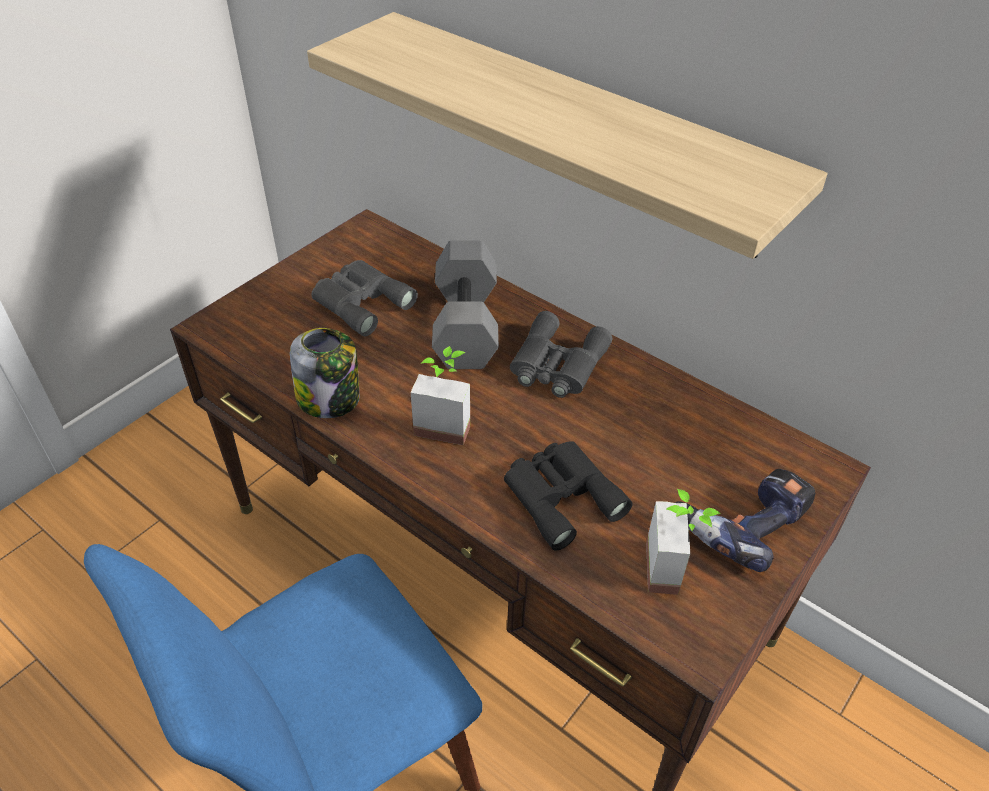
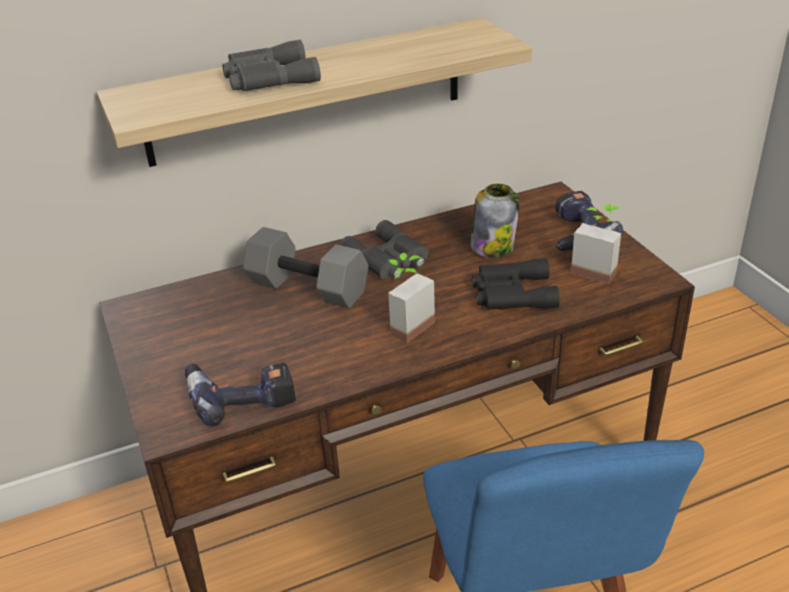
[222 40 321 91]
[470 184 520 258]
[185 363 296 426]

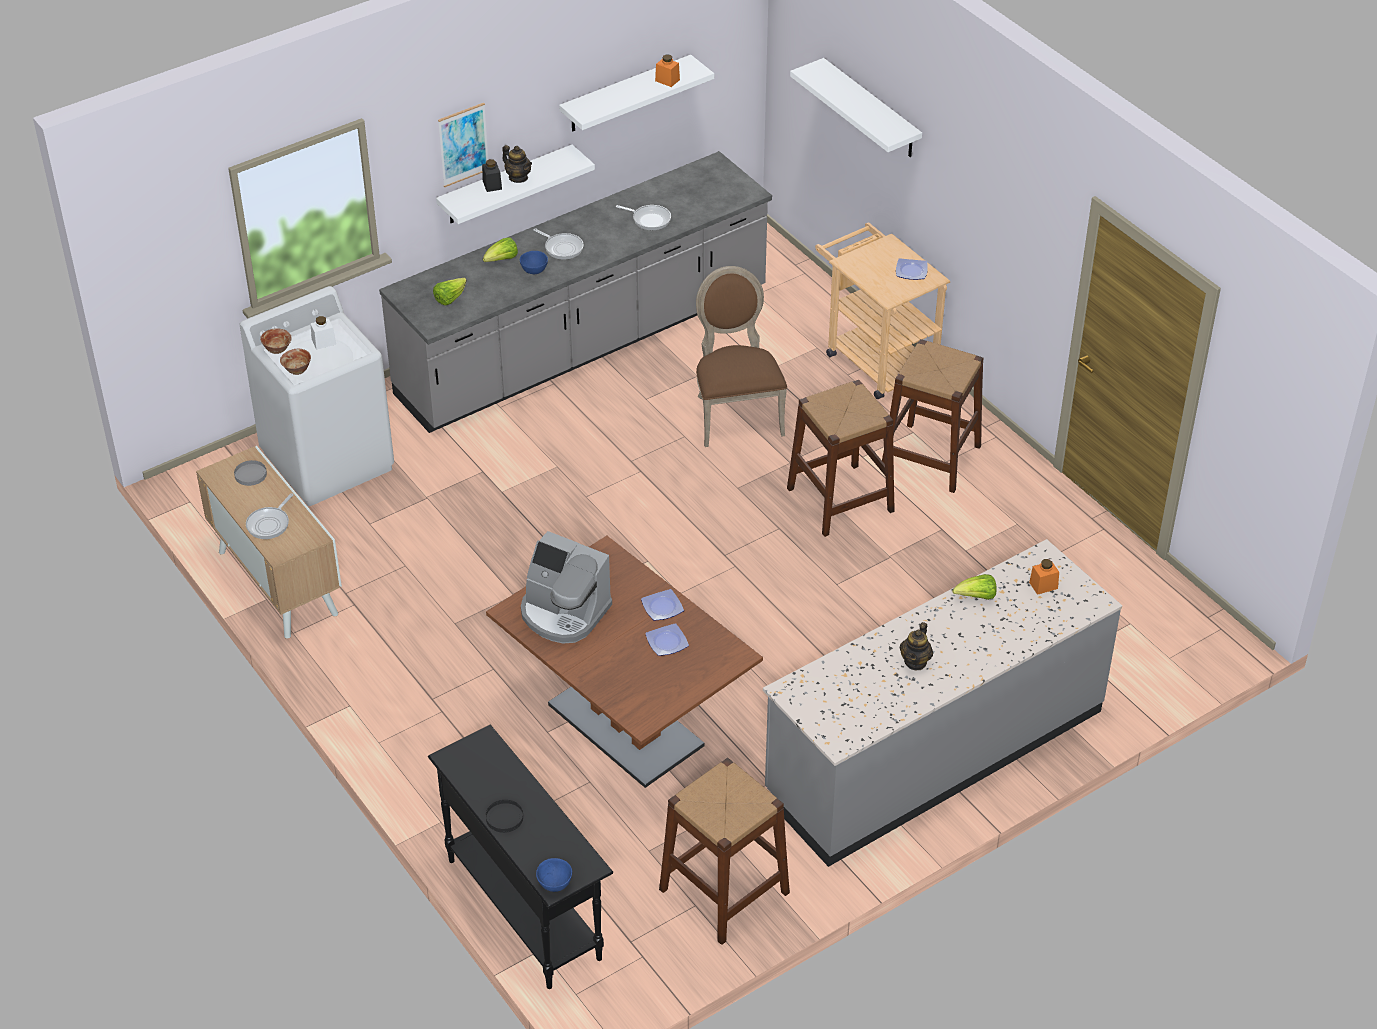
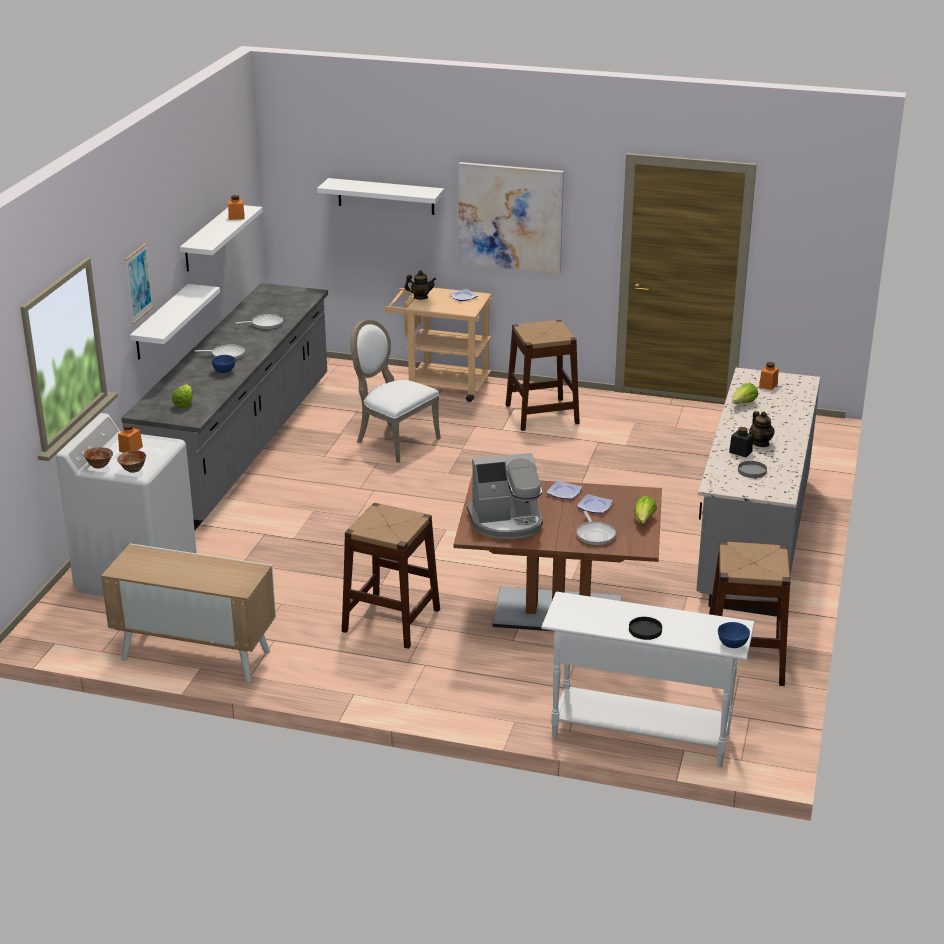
[404 270 436 300]
[729 427 753 457]
[634 496 657 524]
[350 319 441 463]
[118 424 143 453]
[342 503 440 649]
[738 461 767 478]
[577 511 616 545]
[541 592 755 767]
[458 162 564 274]

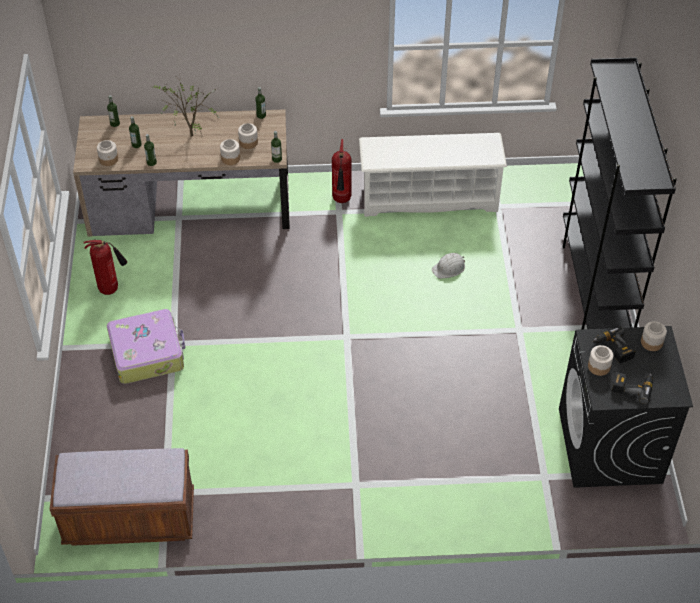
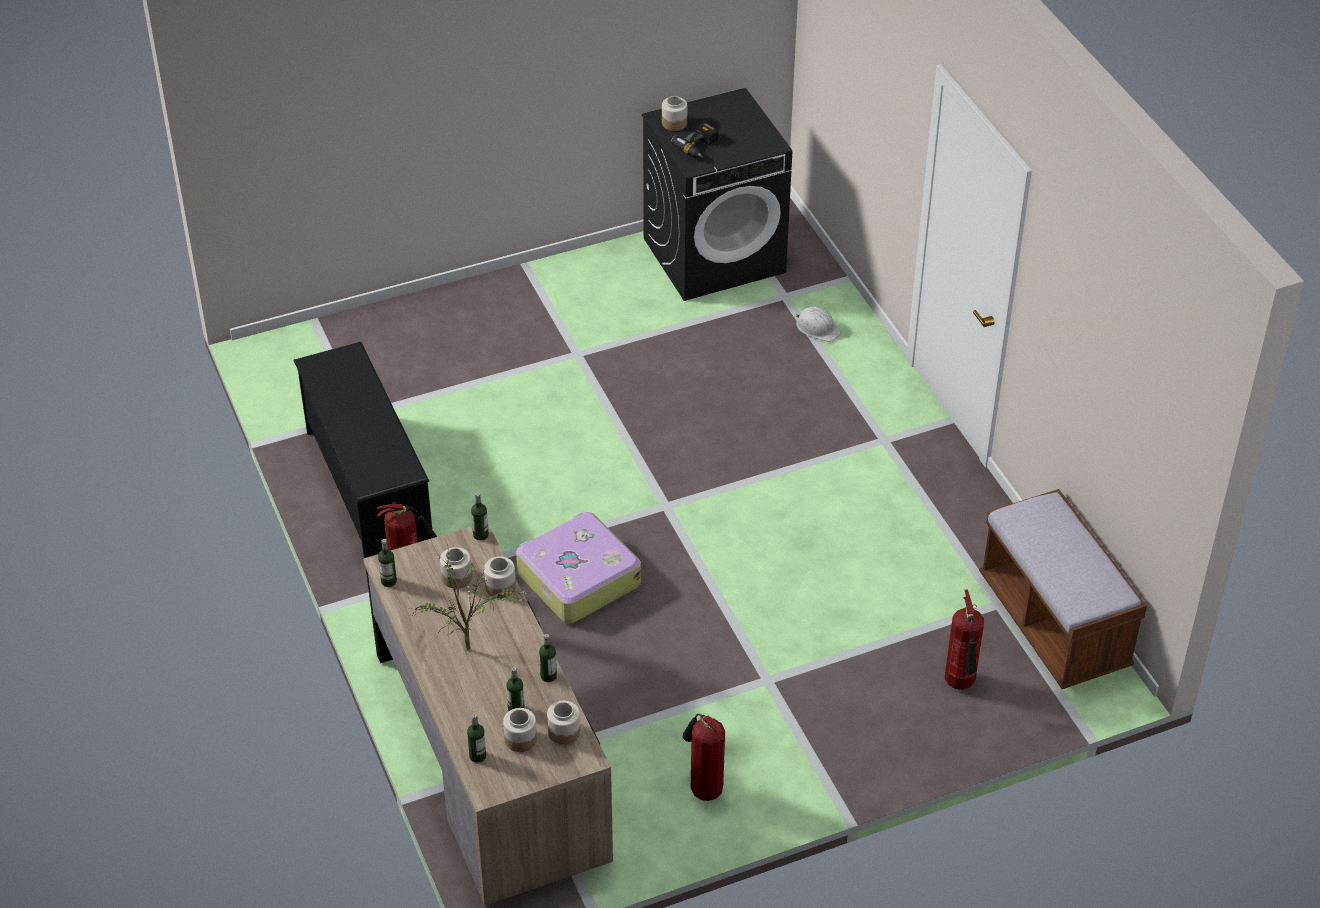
[562 57 677 329] (first image)
[293 342 432 558]
[796 306 841 342]
[516 512 641 624]
[503 708 537 752]
[612 372 653 404] (first image)
[945 590 984 690]

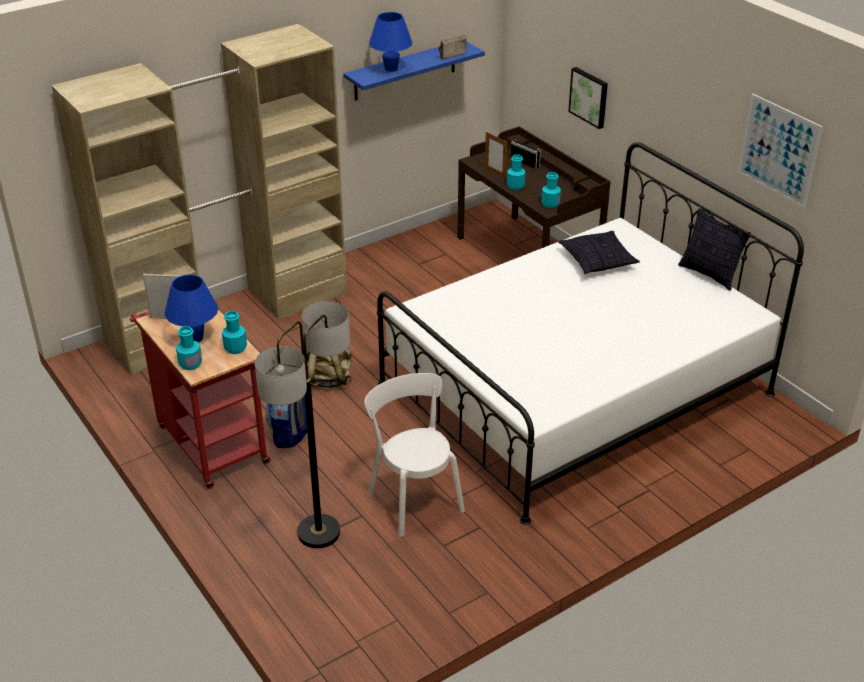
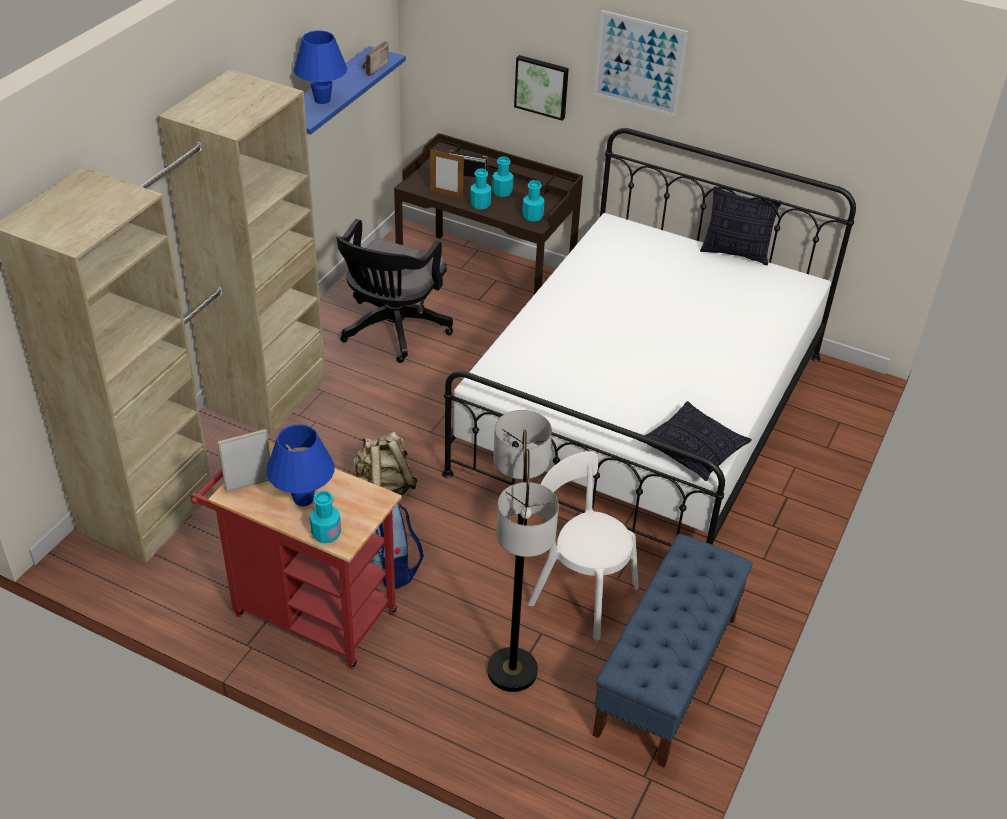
[594 10 688 117]
[641 401 752 481]
[492 156 514 197]
[336 219 453 363]
[593 534 753 767]

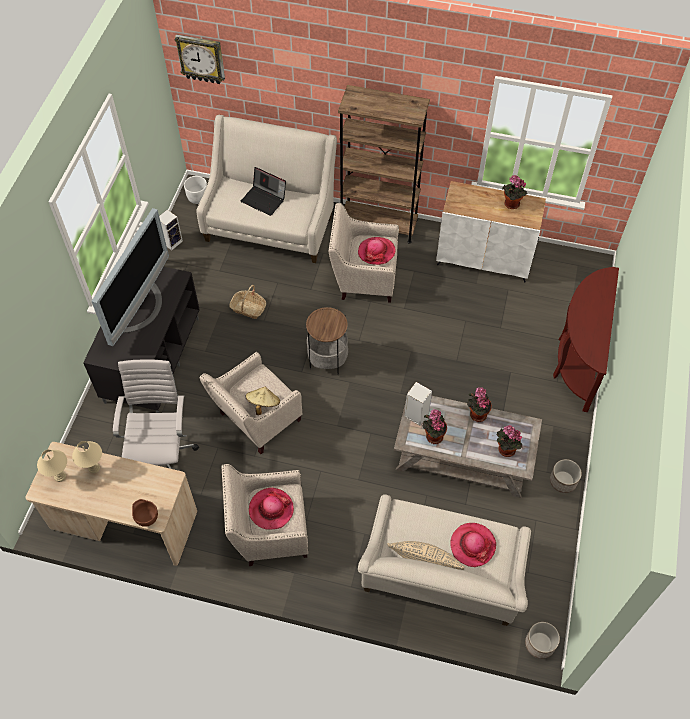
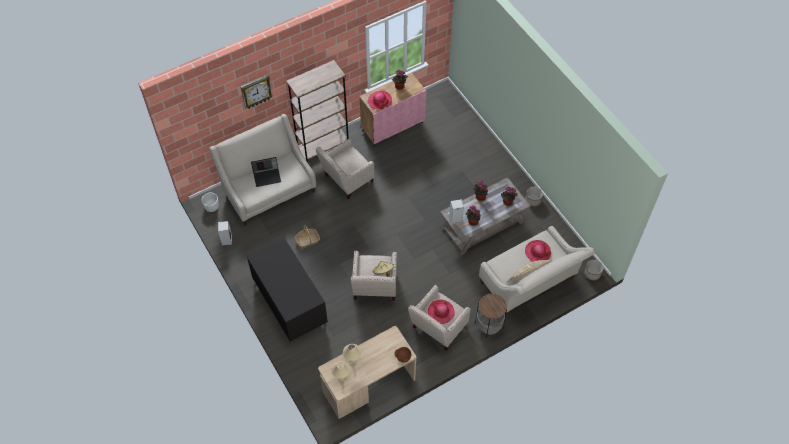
[240 74 273 109]
[360 73 426 147]
[91 208 169 346] (first image)
[368 91 392 109]
[553 267 619 413] (first image)
[475 293 507 339]
[113 360 199 469] (first image)

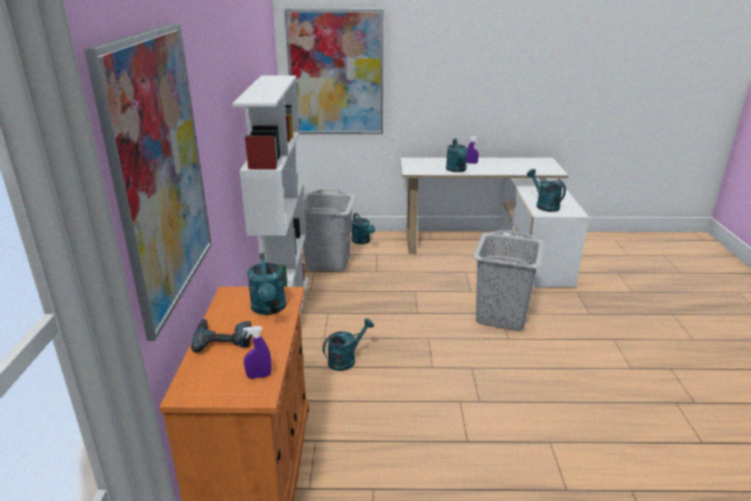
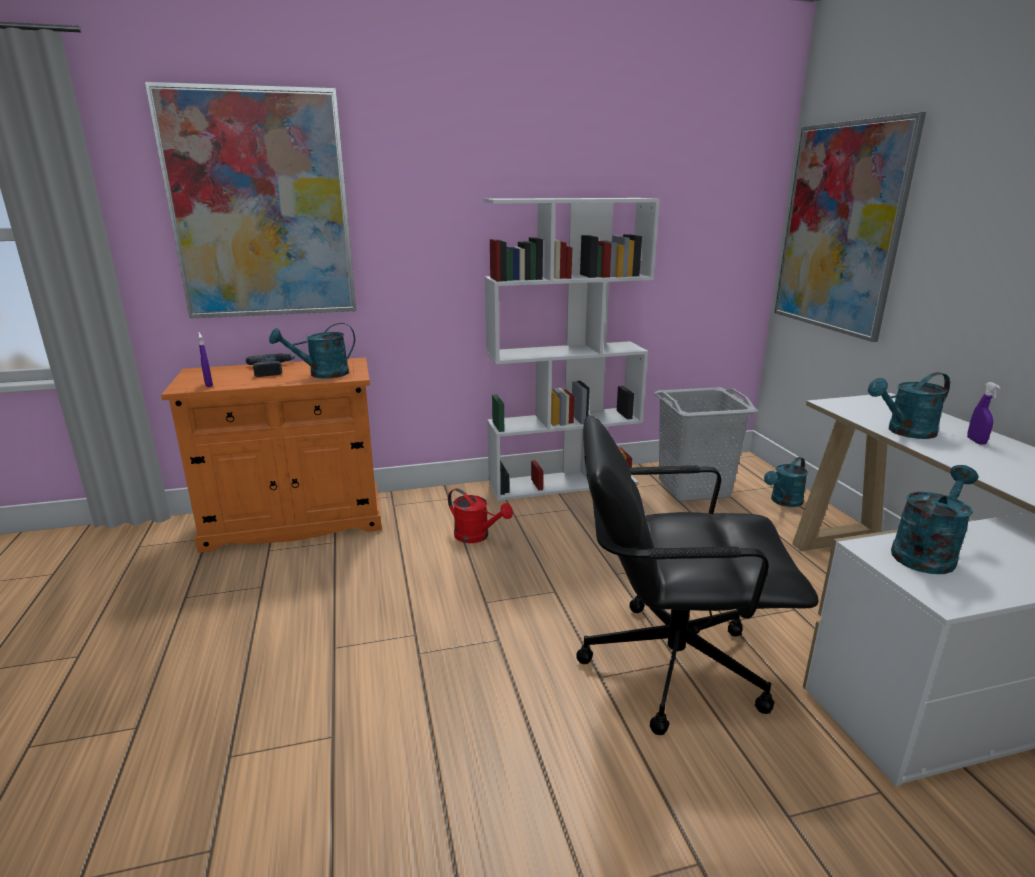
[576 415 819 735]
[448 488 513 543]

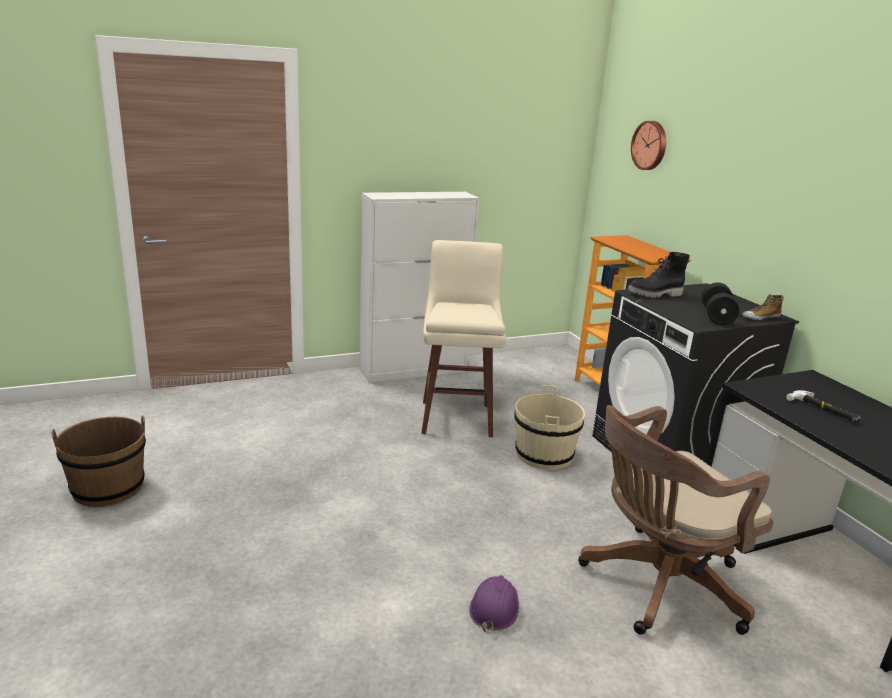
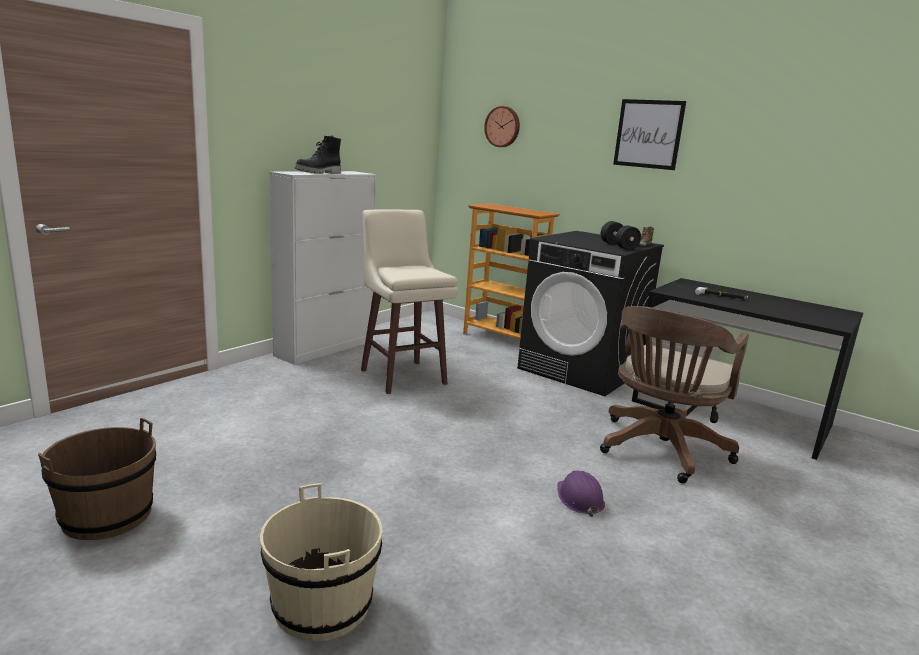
[295 135 341 174]
[260 483 383 641]
[613 99 686 170]

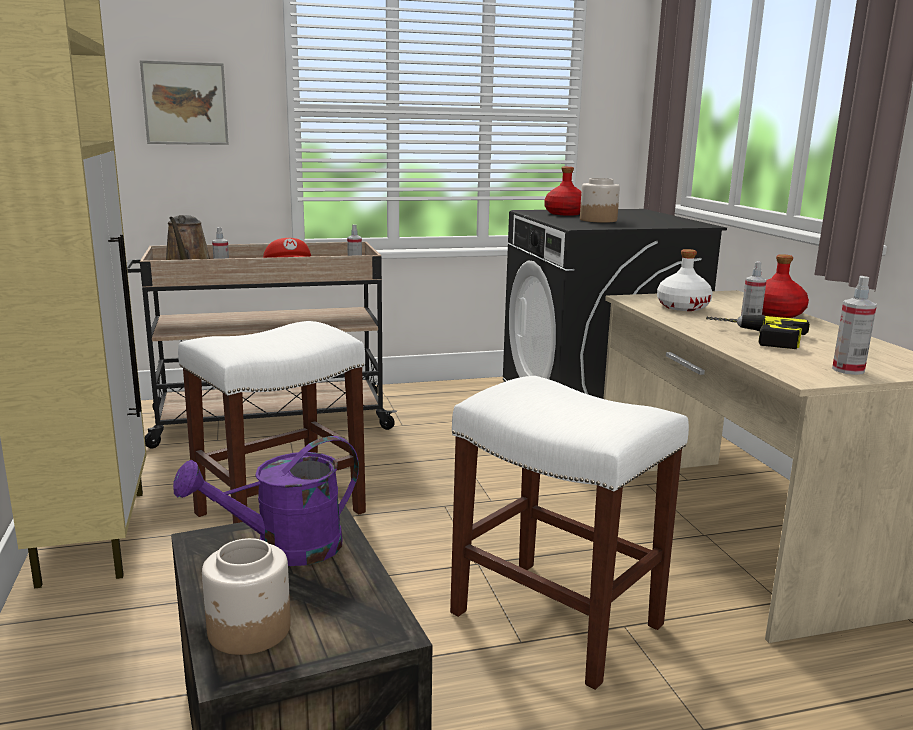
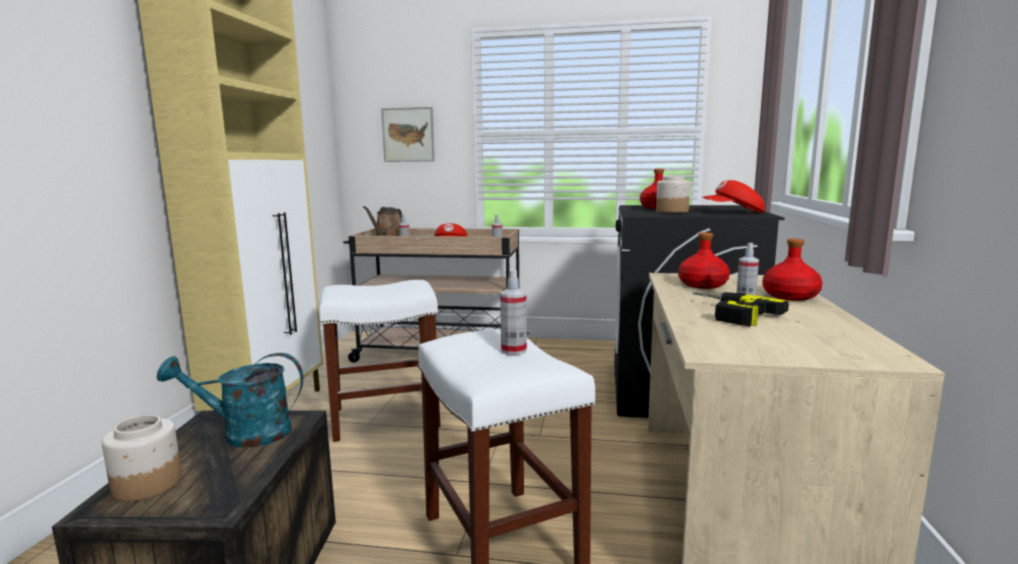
[678 232 730 289]
[500 269 527 355]
[157 353 303 448]
[703 180 765 213]

